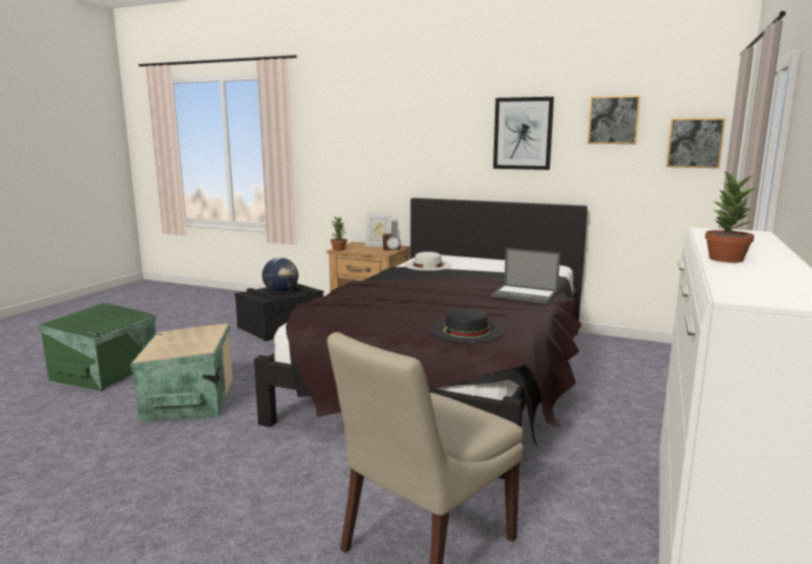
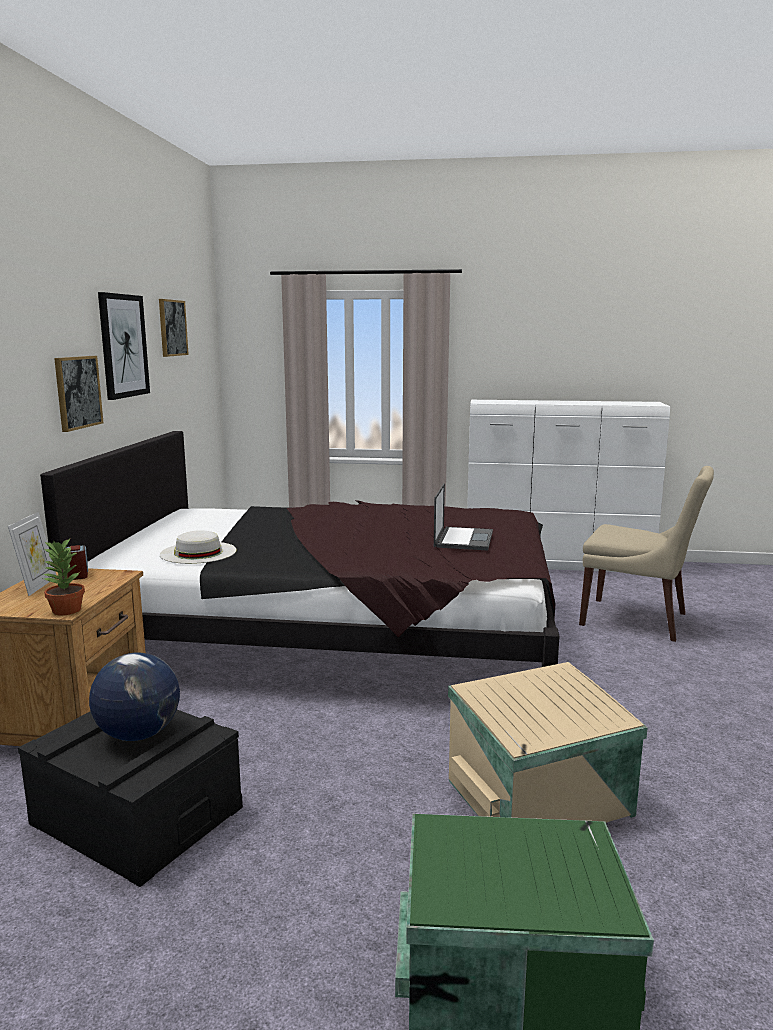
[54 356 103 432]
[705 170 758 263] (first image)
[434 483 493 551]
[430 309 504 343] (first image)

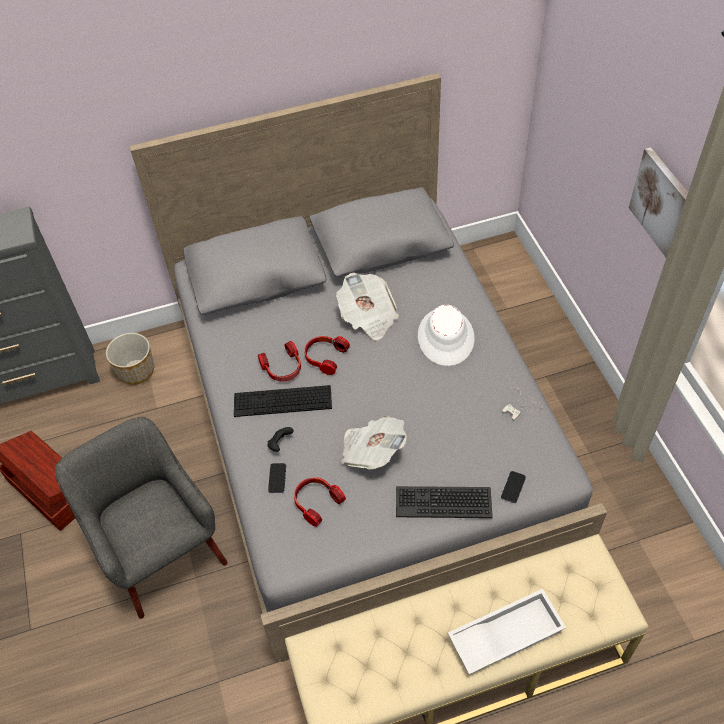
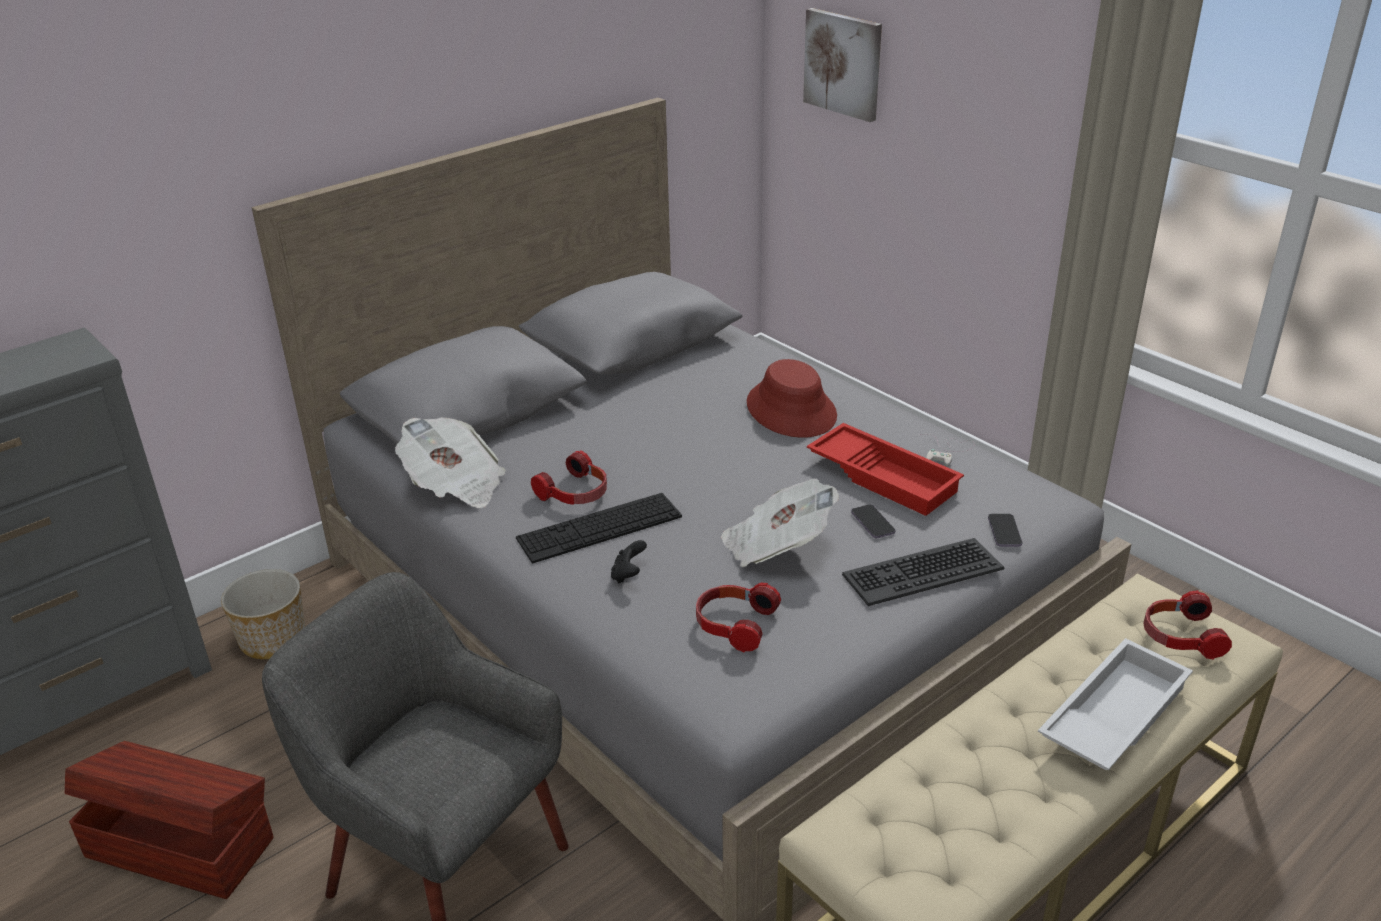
[803 8 882 122]
[395 417 506 508]
[747 359 837 438]
[1143 590 1232 660]
[851 504 896 538]
[807 423 964 516]

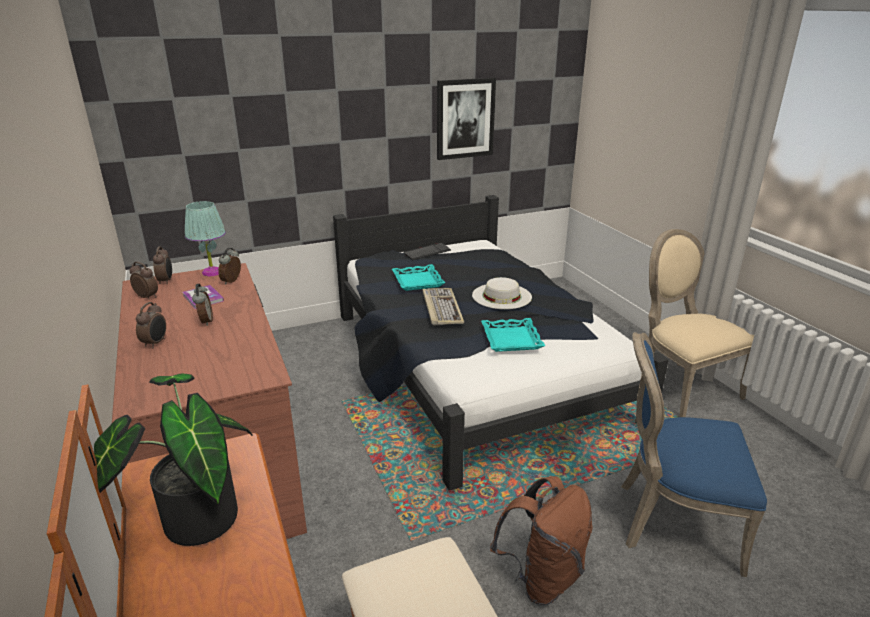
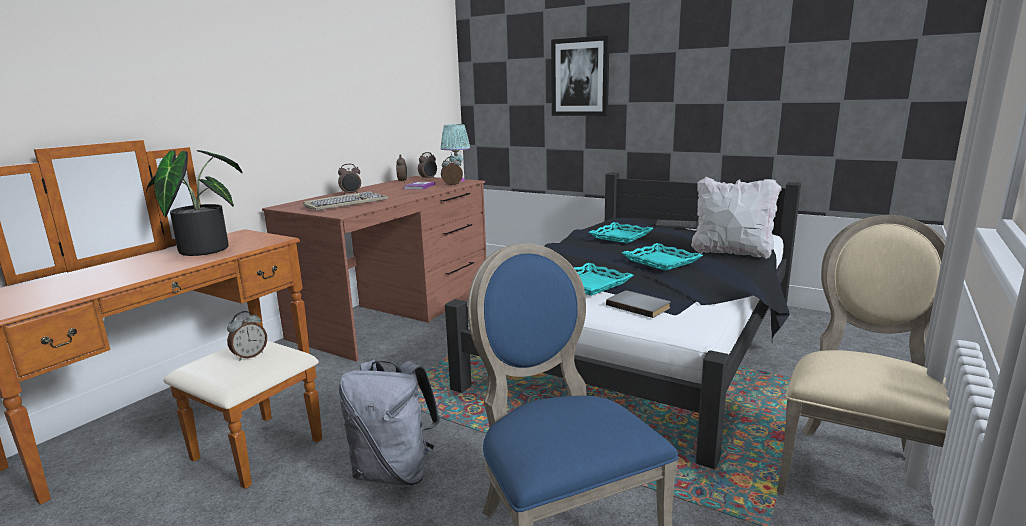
[551 35 610 116]
[622 243 703 271]
[227 311 267 361]
[303 192 388 210]
[339 360 440 485]
[691 177 782 259]
[606 290 670 318]

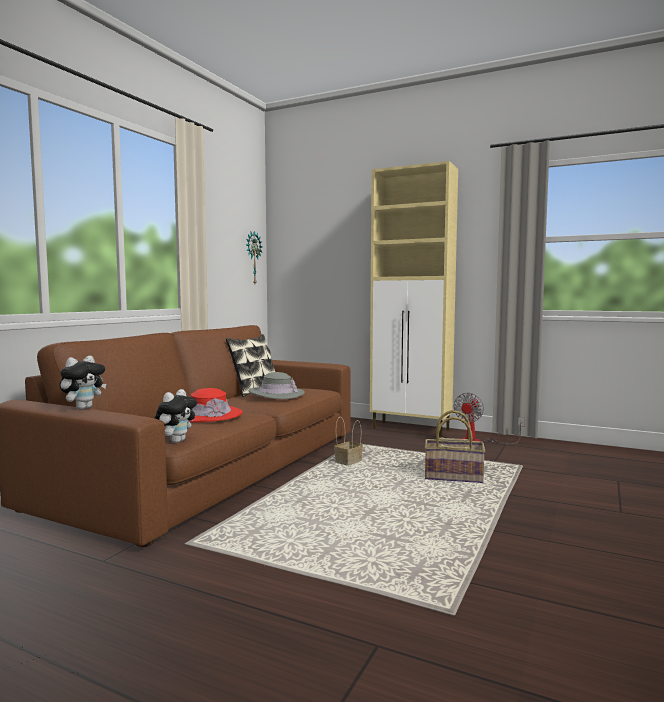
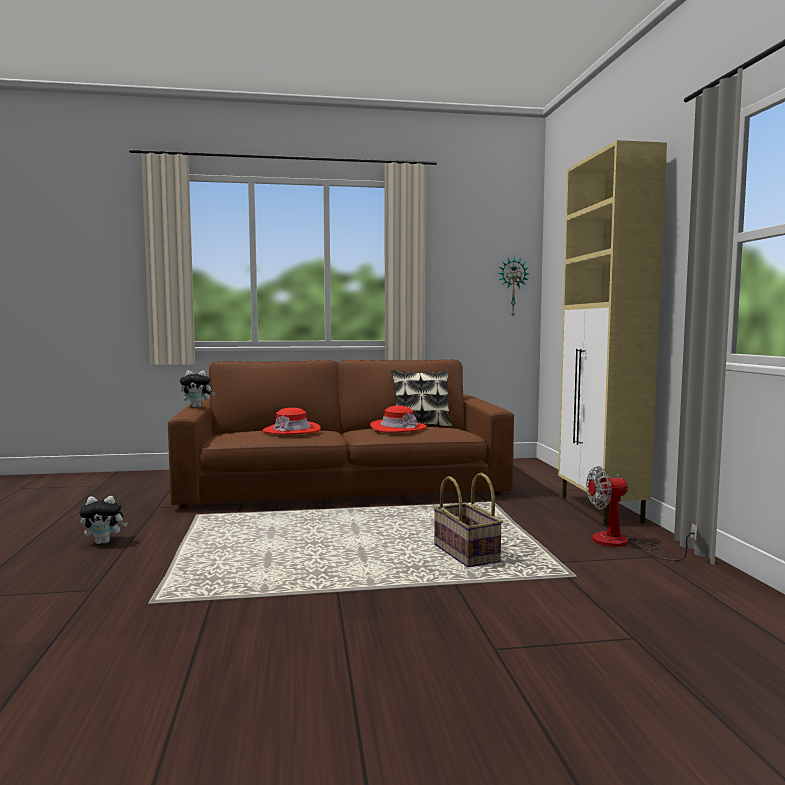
[370 406 427 433]
[79 496 128 544]
[334 417 363 466] (first image)

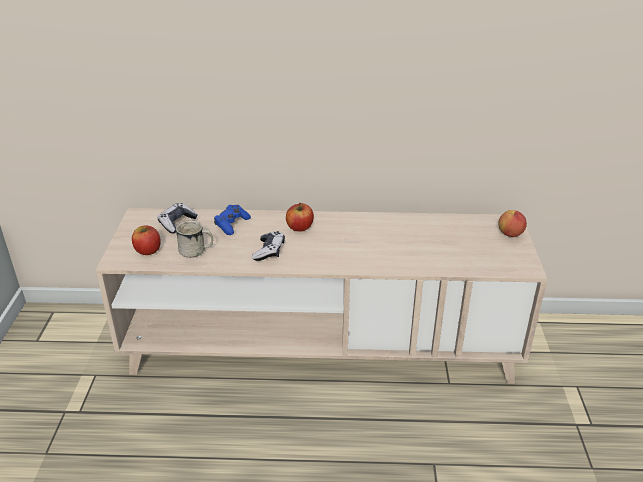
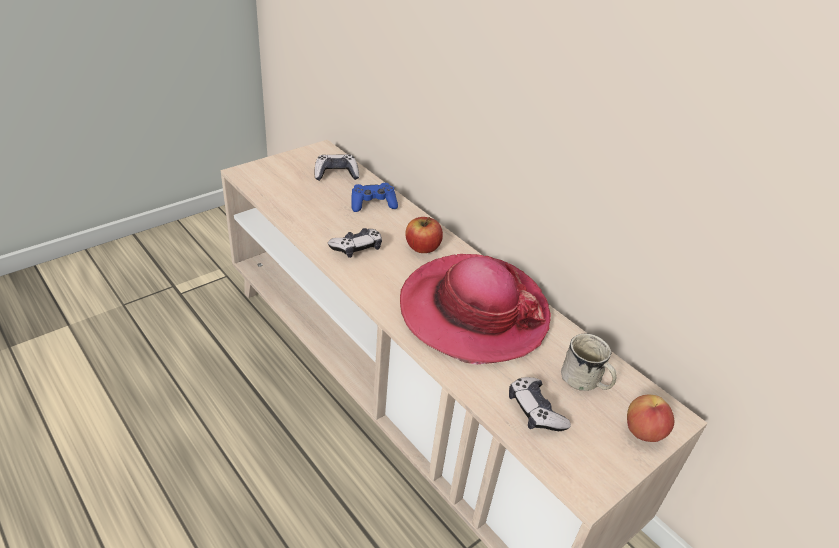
[561 334 617 391]
[132 226 161 255] (first image)
[400 254 551 365]
[509 377 571 431]

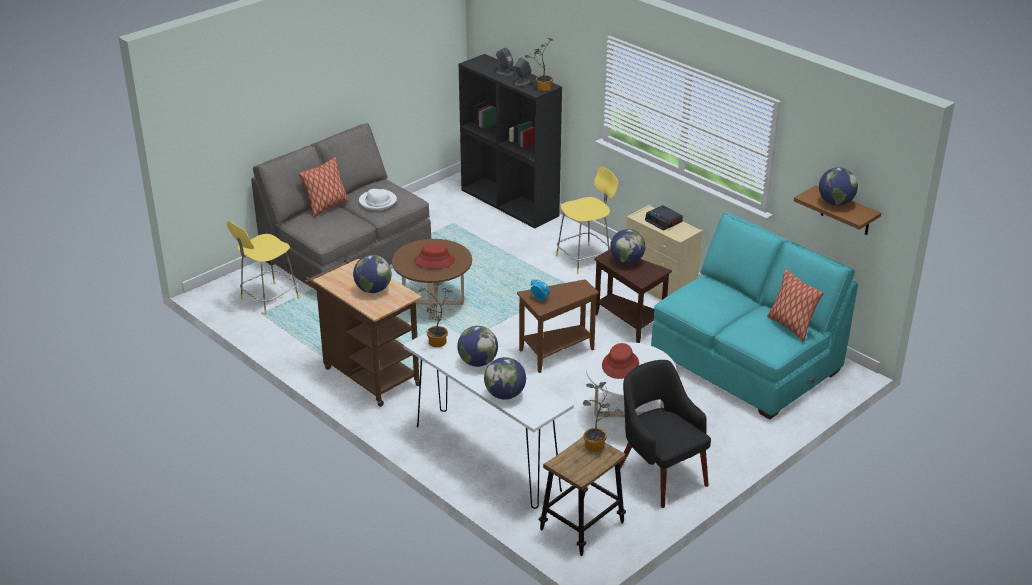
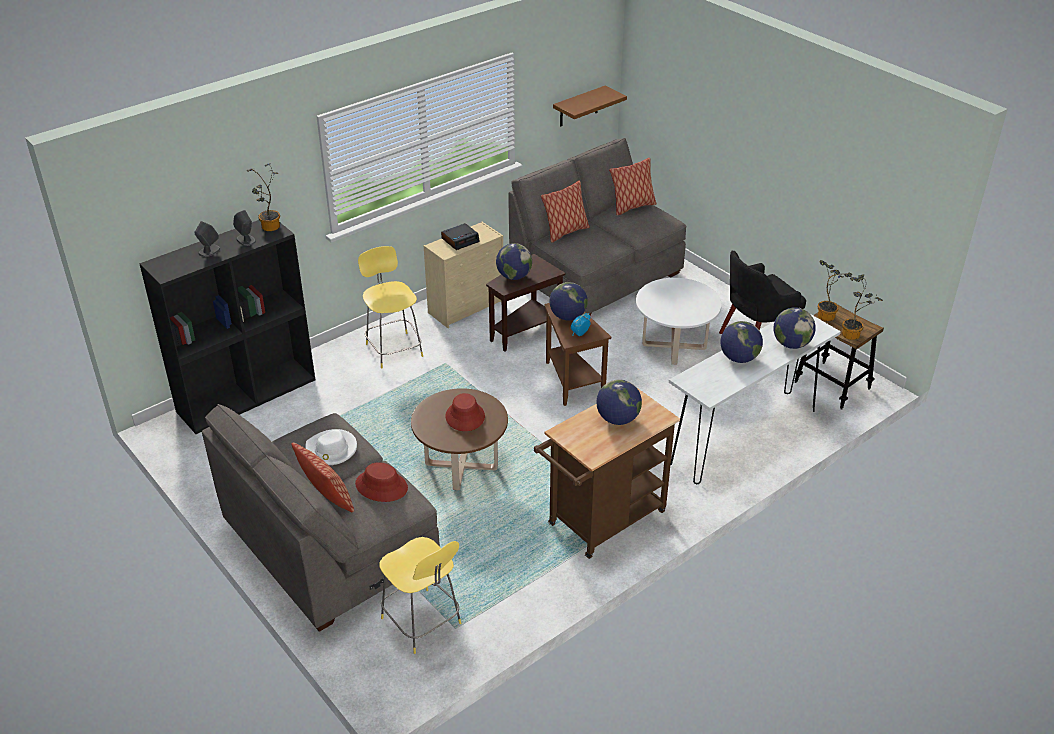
[549 282 588 320]
[508 138 687 315]
[842 274 883 340]
[355 462 408 502]
[541 181 590 243]

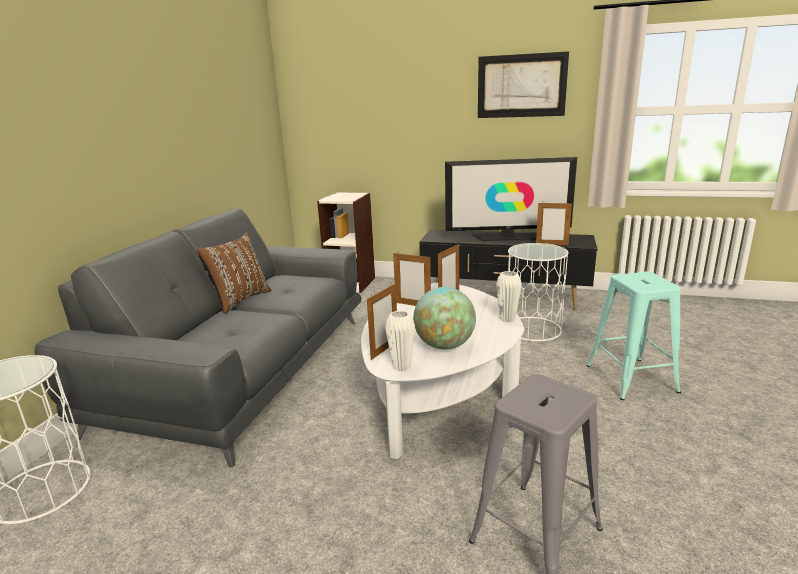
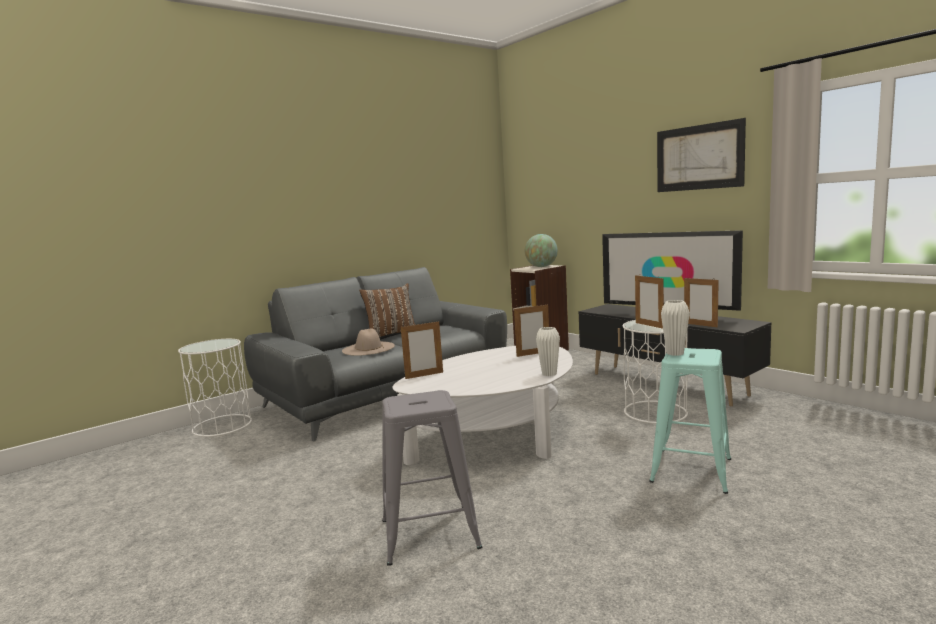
[635 275 664 329]
[525 234 558 267]
[661 300 690 356]
[342 328 395 356]

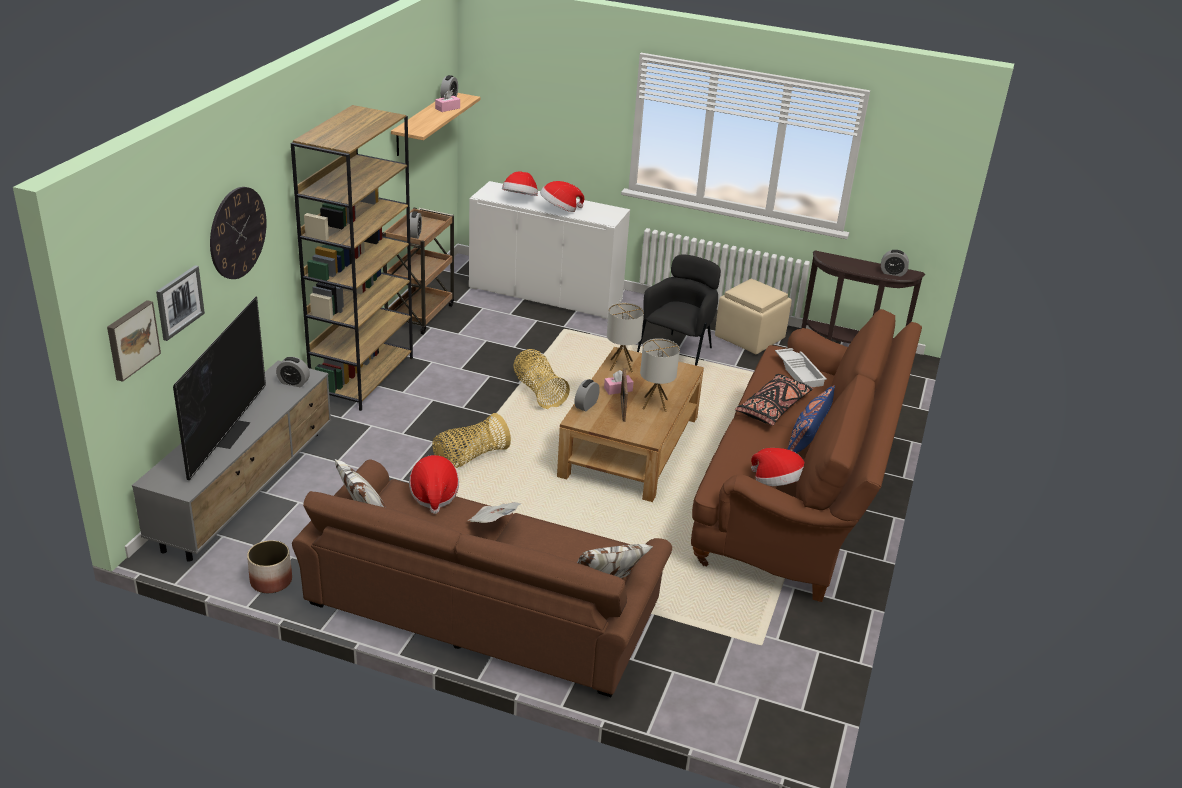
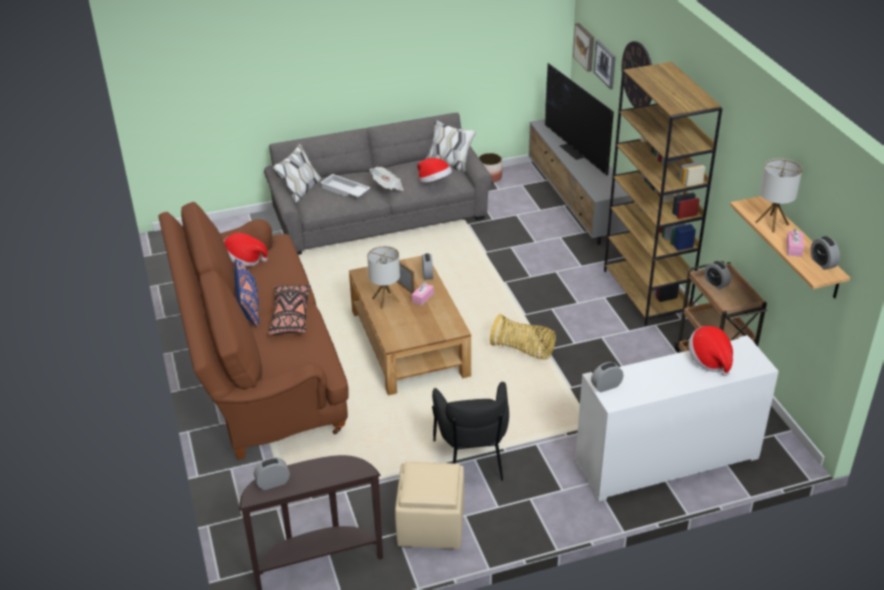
[540 181 584 212] (first image)
[756 158 802 233]
[320 174 370 197]
[591 362 623 392]
[432 413 511 468] (first image)
[264 113 492 255]

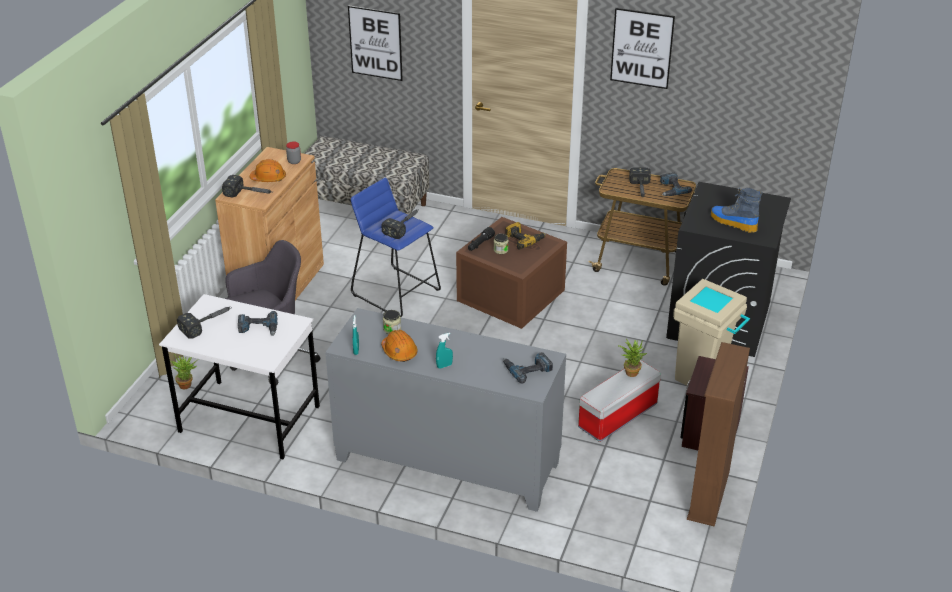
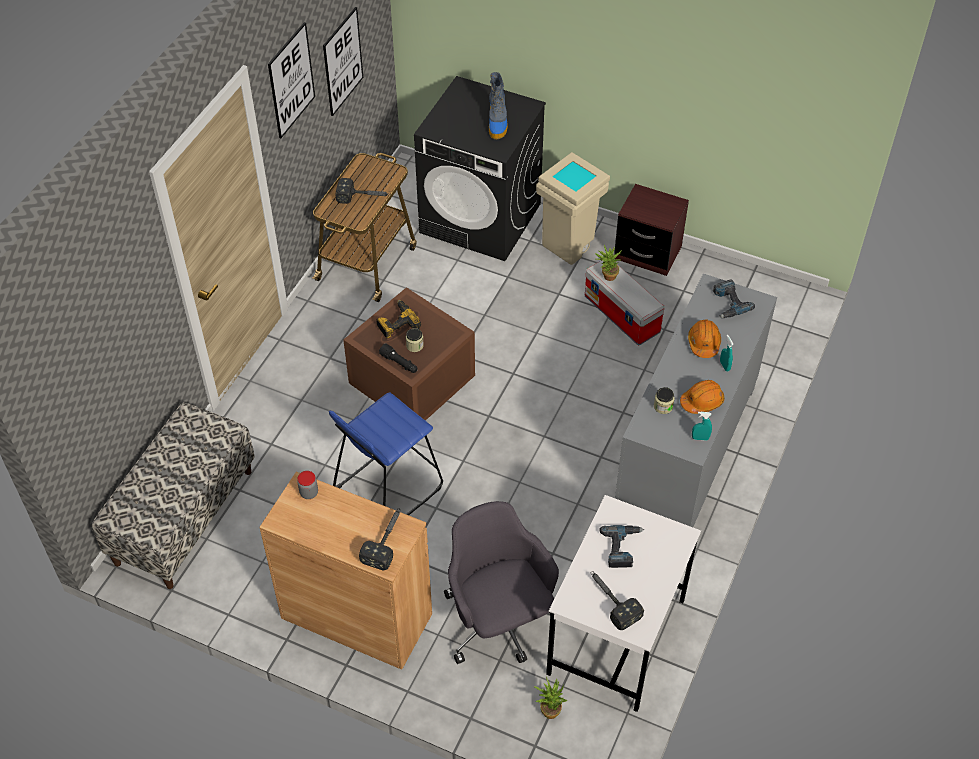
[323 7 363 116]
[688 319 721 358]
[660 173 692 196] (first image)
[489 72 508 139]
[381 209 419 239] (first image)
[687 342 750 526] (first image)

